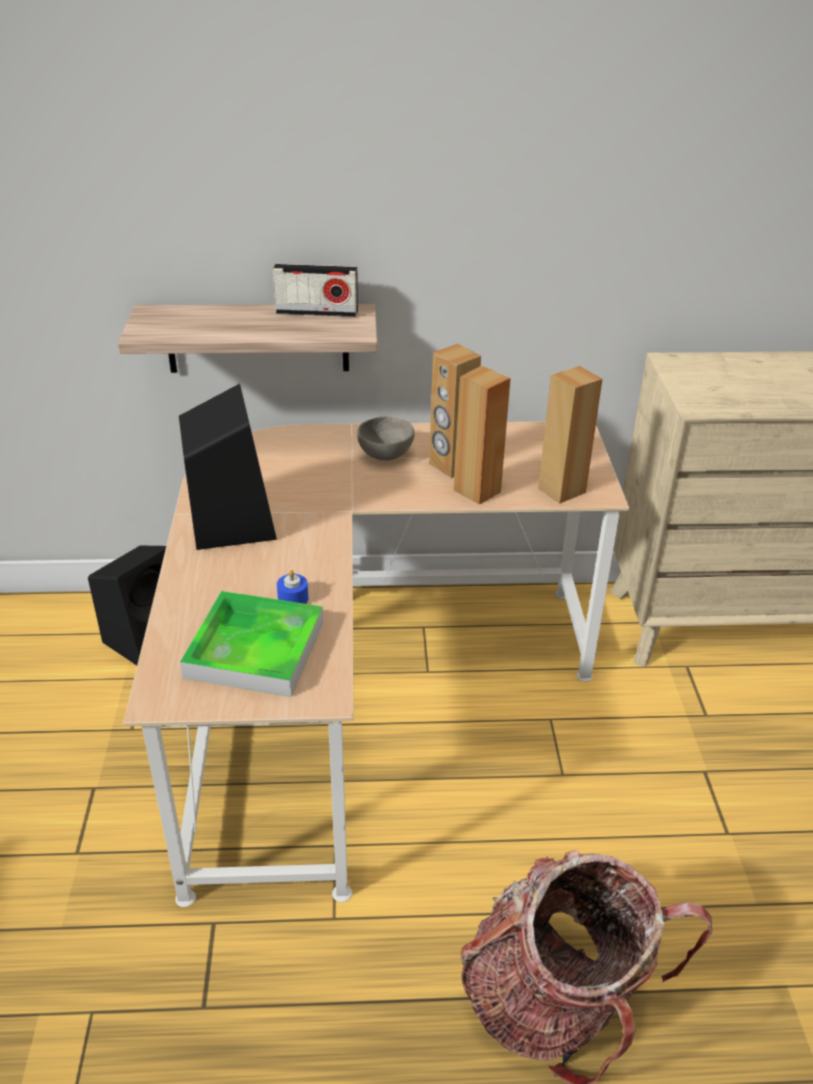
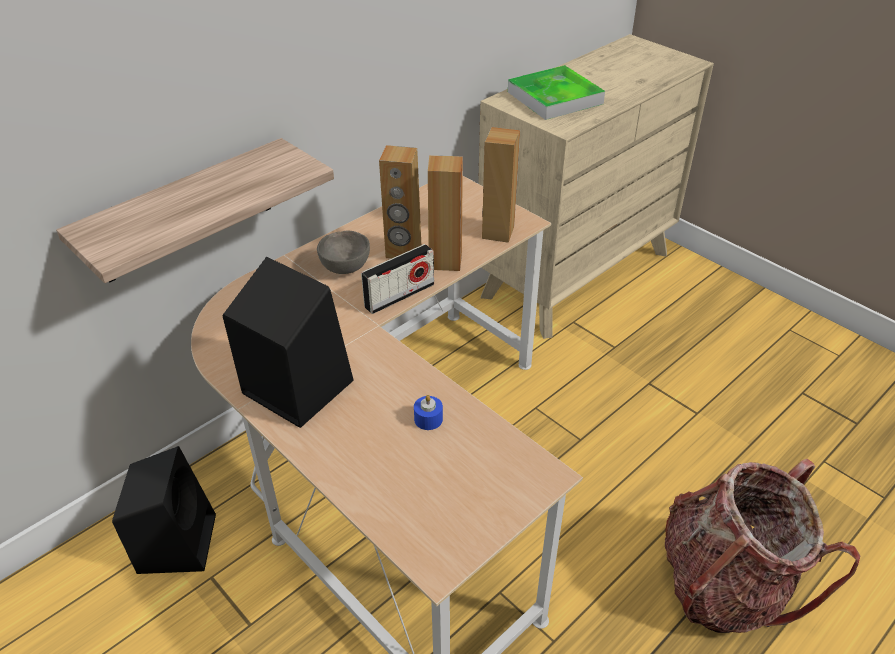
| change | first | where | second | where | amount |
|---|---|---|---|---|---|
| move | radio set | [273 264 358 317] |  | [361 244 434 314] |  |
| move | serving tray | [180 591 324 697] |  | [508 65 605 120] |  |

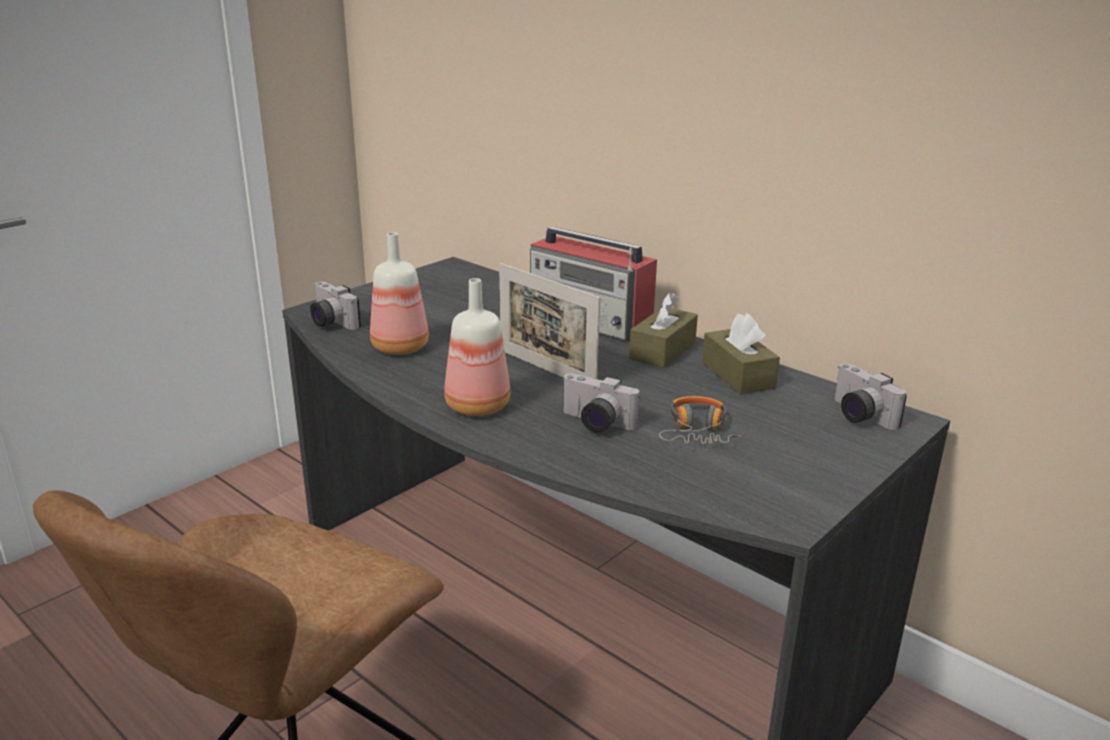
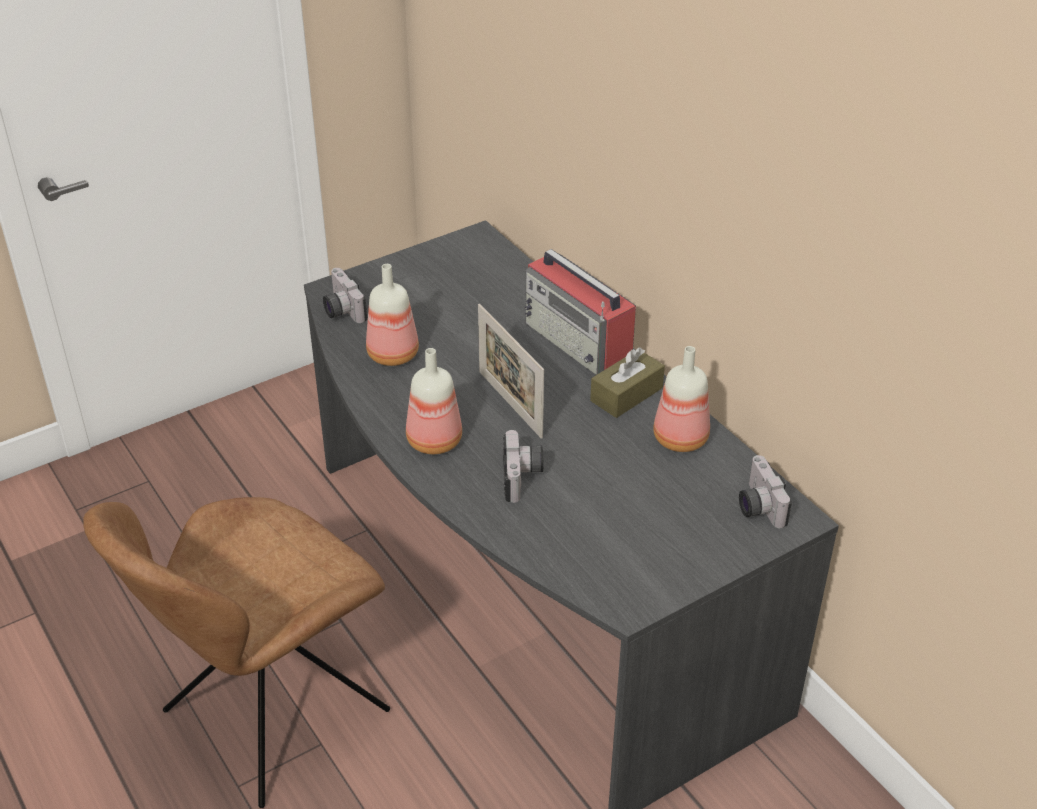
| change | first | where | second | where | amount |
|---|---|---|---|---|---|
| replace | brownish box of tissues | [702 313 780 394] | drink bottle | [653 346 710 452] |  |
| rotate | still camera | [562 373 640 433] |  | [503 430 543 503] | 135 degrees counterclockwise |
| delete | pair of headphones | [659 396 742 444] |  |  |  |

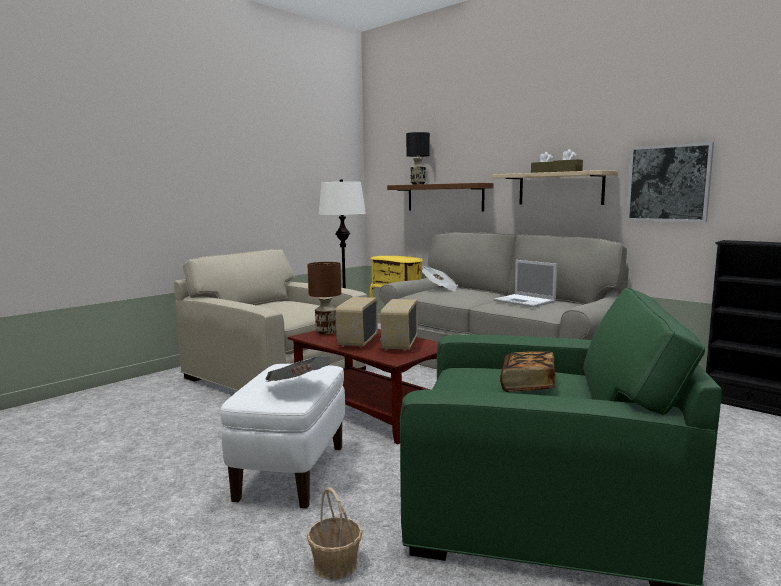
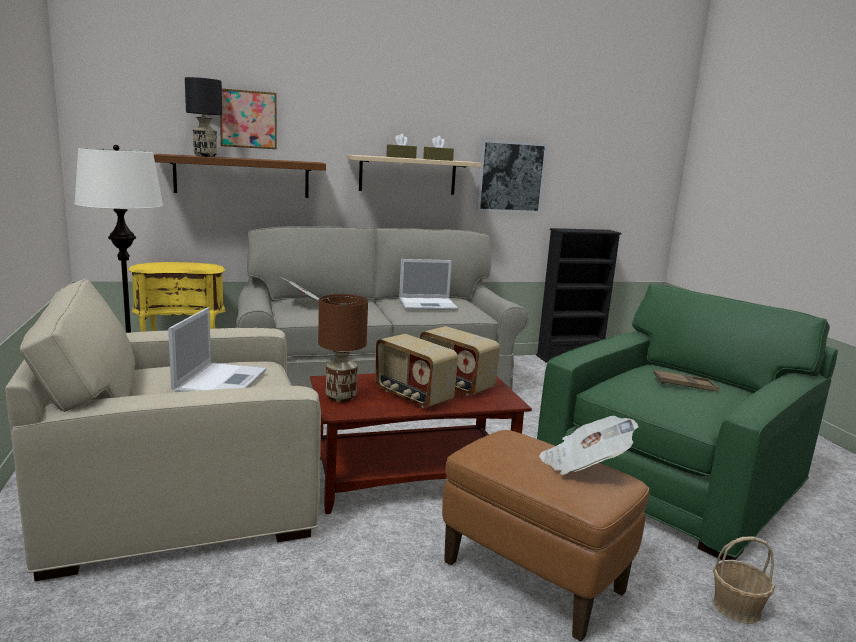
| change | first | where | second | where | amount |
|---|---|---|---|---|---|
| replace | book | [500 351 556 392] | brownish serving tray | [653 370 719 391] |  |
| recolor | white-coloured pouffe | [220 364 345 509] | brownish pouffe | [442 430 649 641] |  |
| insert |  |  | wall picture | [220 88 277 149] |  |
| insert |  |  | notebook computer | [168 307 266 392] |  |

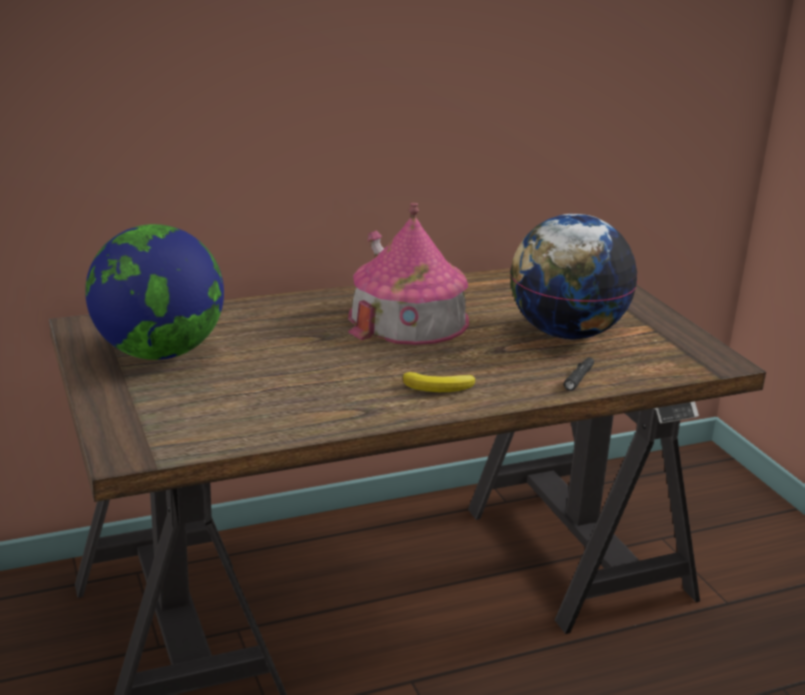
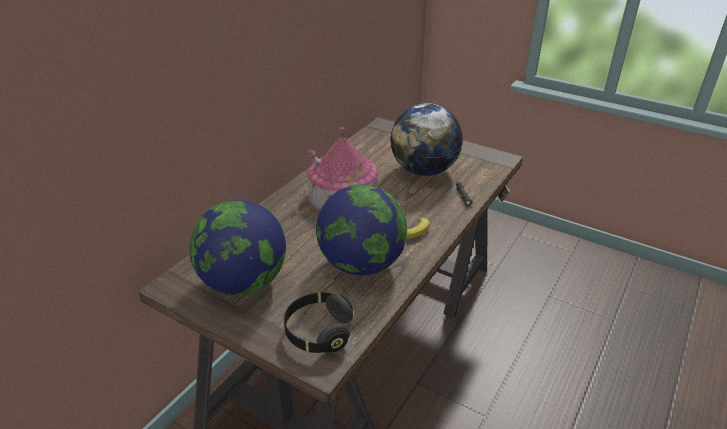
| change | first | where | second | where | amount |
|---|---|---|---|---|---|
| insert |  |  | globe | [316 184 407 276] |  |
| insert |  |  | blackish pair of headphones | [284 292 353 353] |  |

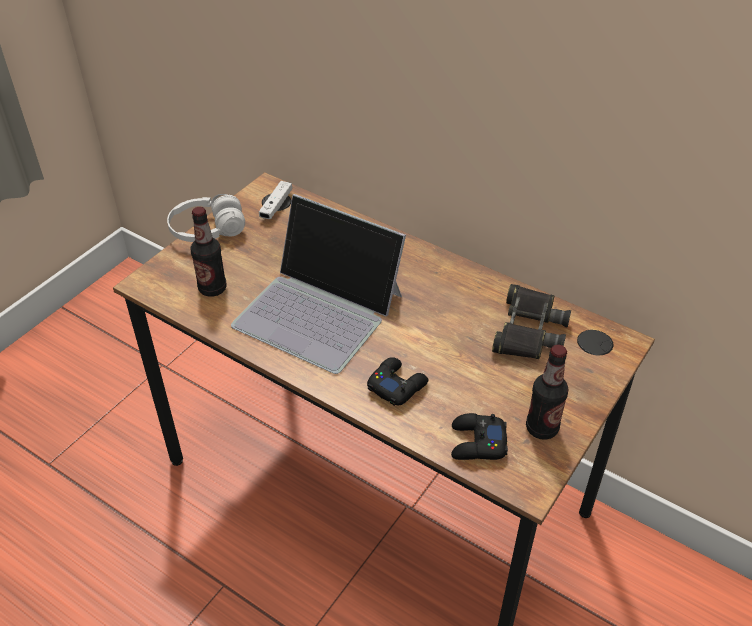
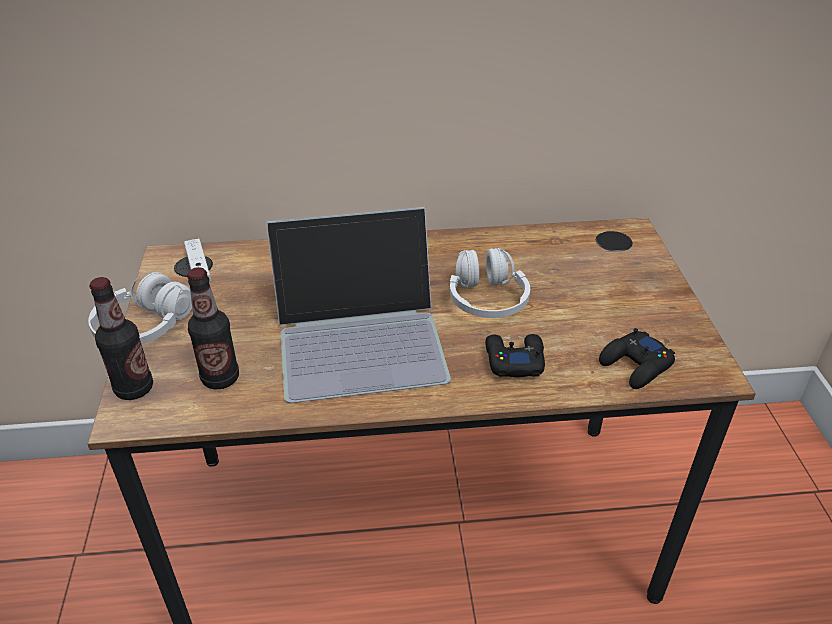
| change | first | where | second | where | amount |
|---|---|---|---|---|---|
| delete | blackish binoculars | [492 284 571 359] |  |  |  |
| move | drink bottle | [526 345 569 440] |  | [89 277 153 400] |  |
| insert |  |  | white-coloured pair of headphones | [450 248 530 318] |  |

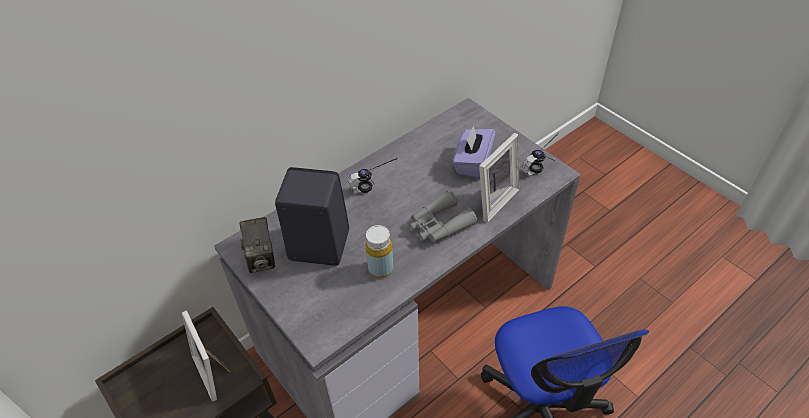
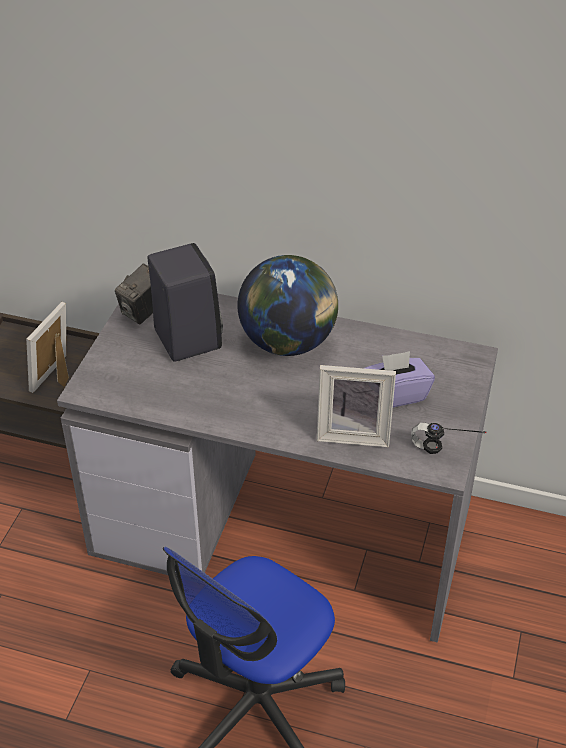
| change | first | where | second | where | amount |
|---|---|---|---|---|---|
| replace | pair of headphones | [347 158 398 193] | globe | [238 255 338 356] |  |
| delete | grey binoculars | [409 190 477 242] |  |  |  |
| delete | yellow drink bottle | [365 225 393 278] |  |  |  |

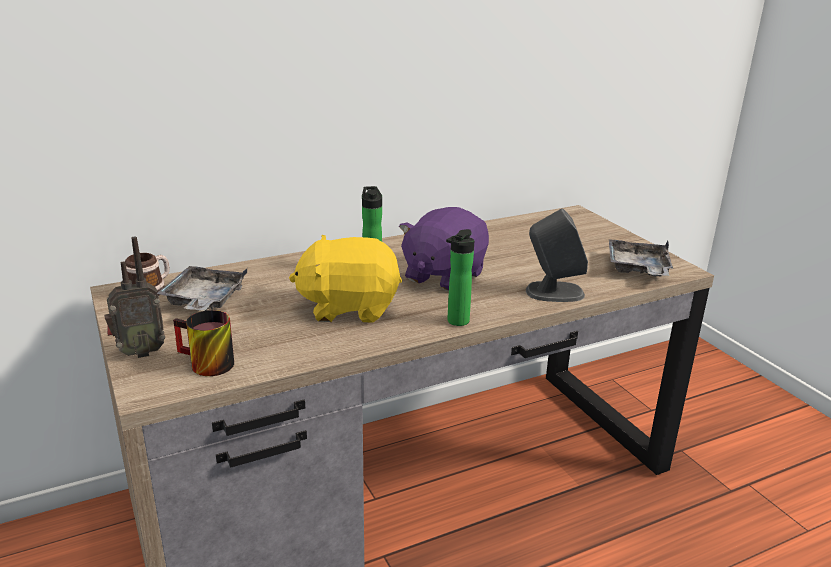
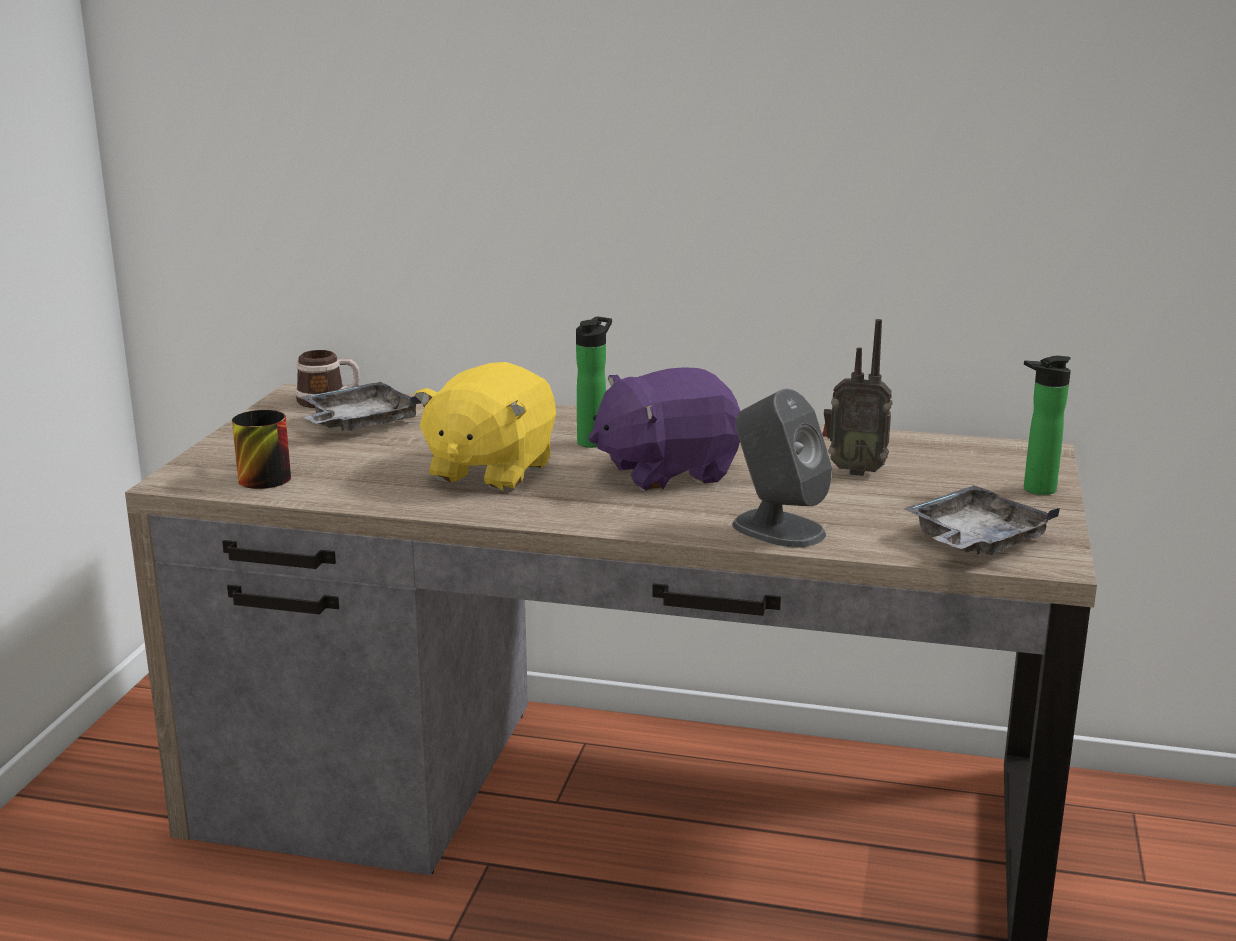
| change | first | where | second | where | amount |
|---|---|---|---|---|---|
| move | drink bottle | [446 229 474 326] |  | [1024 356 1071 495] |  |
| rotate | yellow soft toy | [289 235 402 323] |  | [414 362 556 491] | 105 degrees counterclockwise |
| move | radio set | [104 237 165 358] |  | [823 319 893 476] |  |

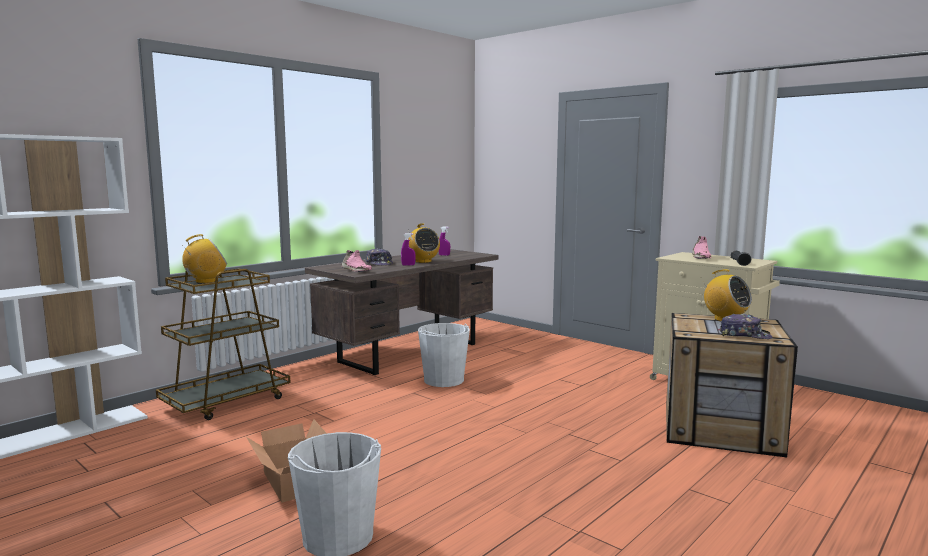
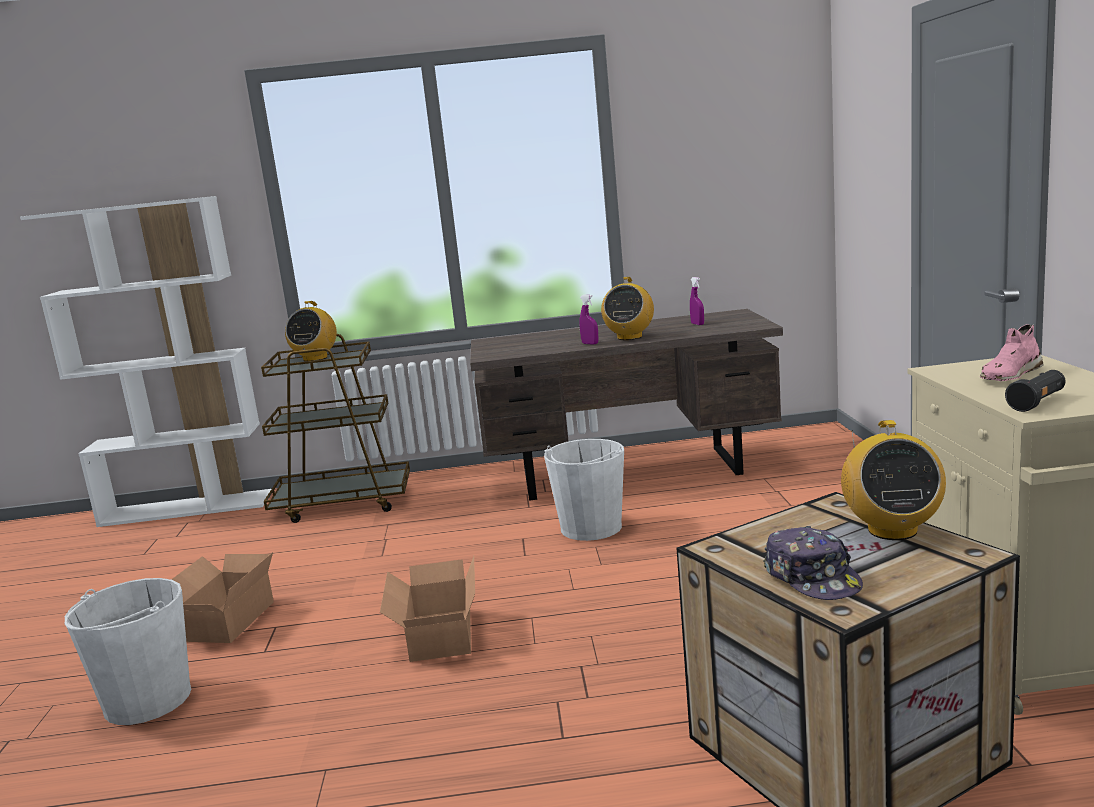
| change | first | where | second | where | amount |
|---|---|---|---|---|---|
| rotate | radio set | [182 234 227 284] |  | [285 301 337 361] | 90 degrees clockwise |
| delete | baseball cap | [366 248 393 265] |  |  |  |
| delete | pink-coloured item of footwear | [341 250 372 272] |  |  |  |
| insert |  |  | packing box | [380 556 475 662] |  |

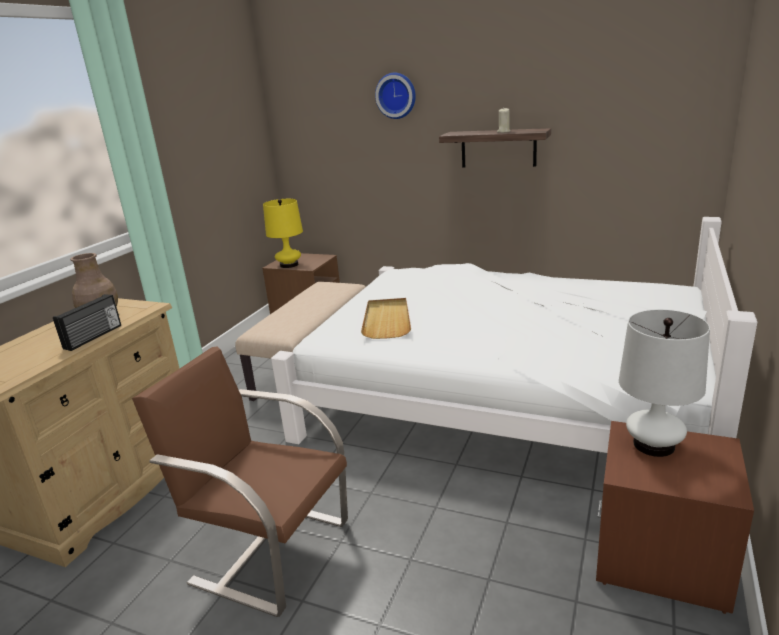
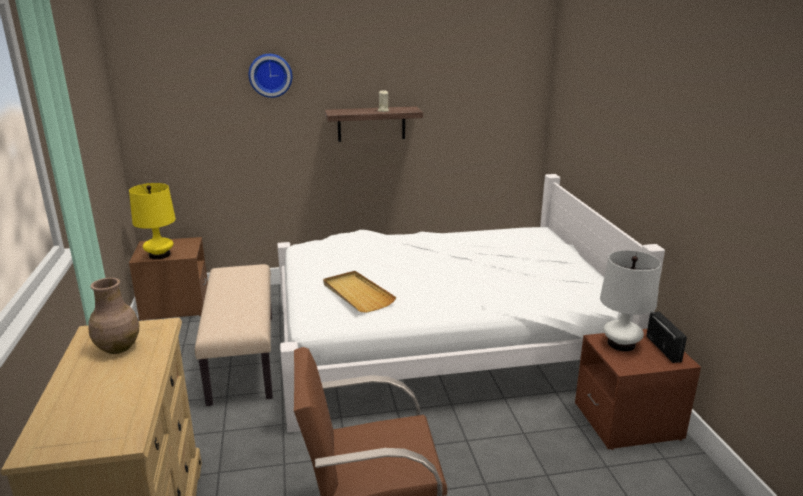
| change | first | where | second | where | amount |
|---|---|---|---|---|---|
| move | radio set | [53 294 121 351] |  | [646 312 687 363] |  |

